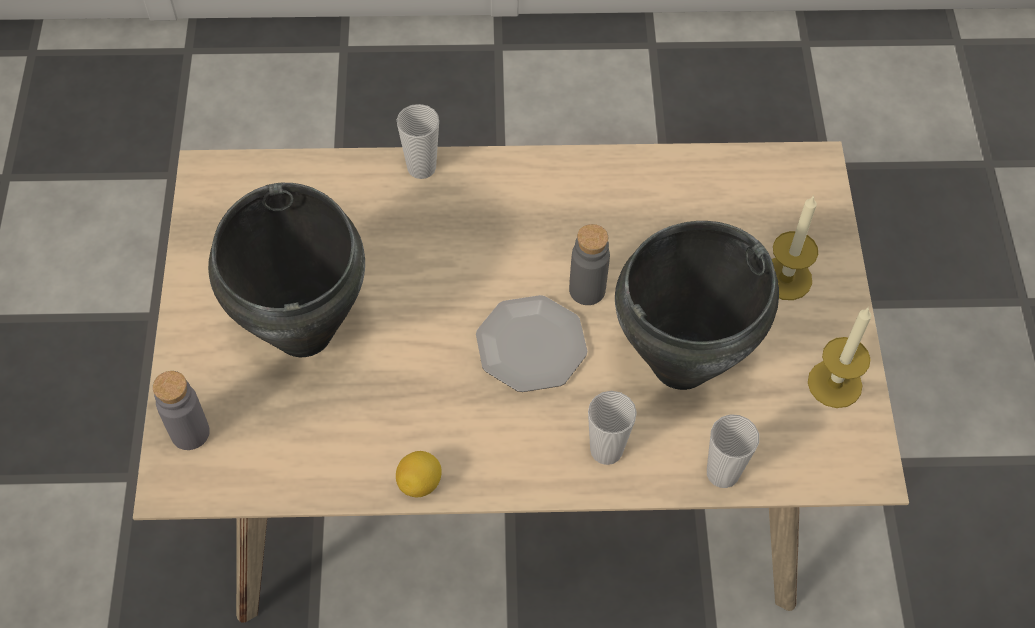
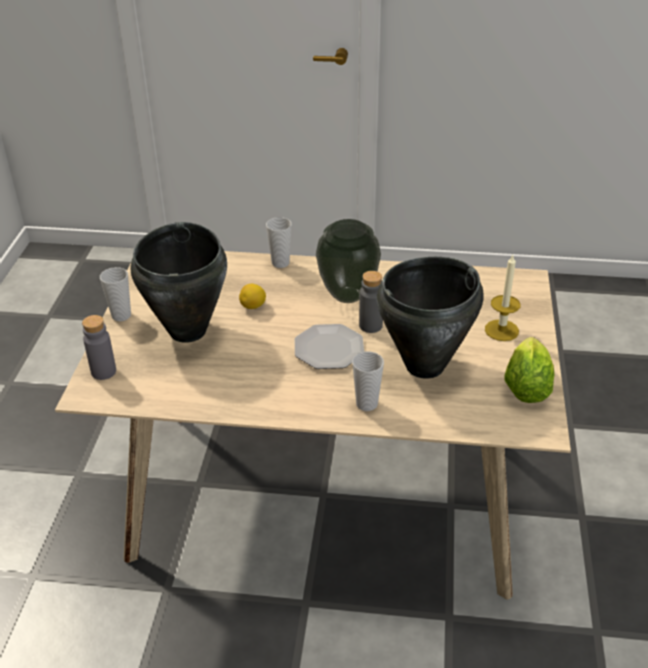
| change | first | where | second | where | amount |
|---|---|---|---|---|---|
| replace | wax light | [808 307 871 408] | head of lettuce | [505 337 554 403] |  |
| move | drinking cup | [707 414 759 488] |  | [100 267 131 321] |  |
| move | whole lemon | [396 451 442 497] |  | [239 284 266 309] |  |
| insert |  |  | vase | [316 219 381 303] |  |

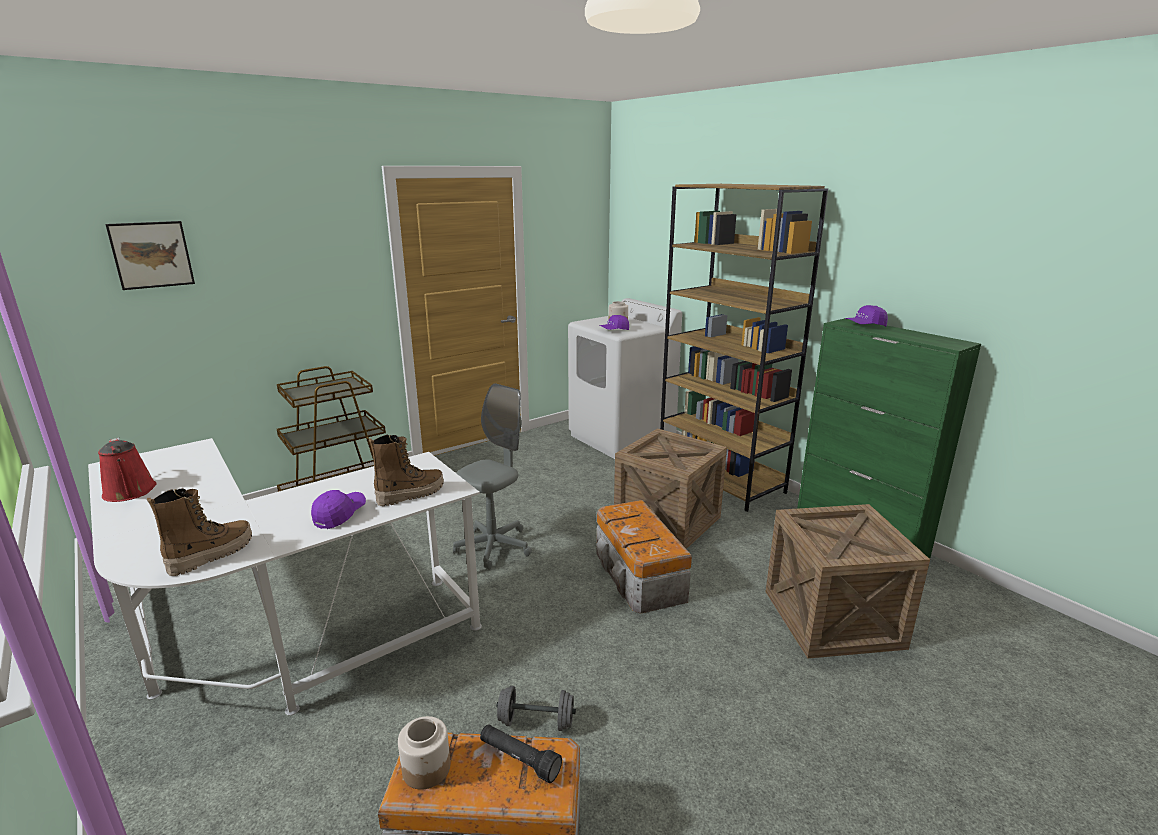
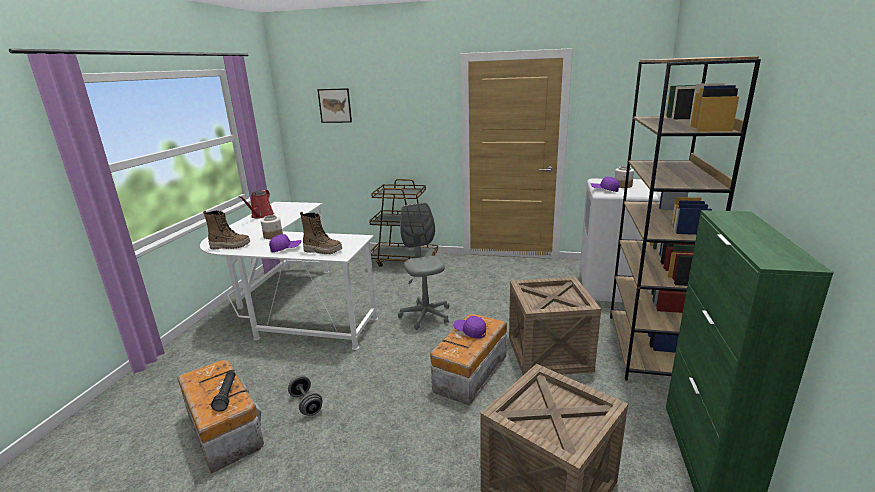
| change | first | where | second | where | amount |
|---|---|---|---|---|---|
| move | purple baseball cap | [845 305 888 327] |  | [454 316 486 339] |  |
| rotate | grey computer chair | [453 383 532 570] |  | [398 203 449 330] | 105 degrees counterclockwise |
| move | storage jar | [398 716 450 790] |  | [261 215 283 239] |  |

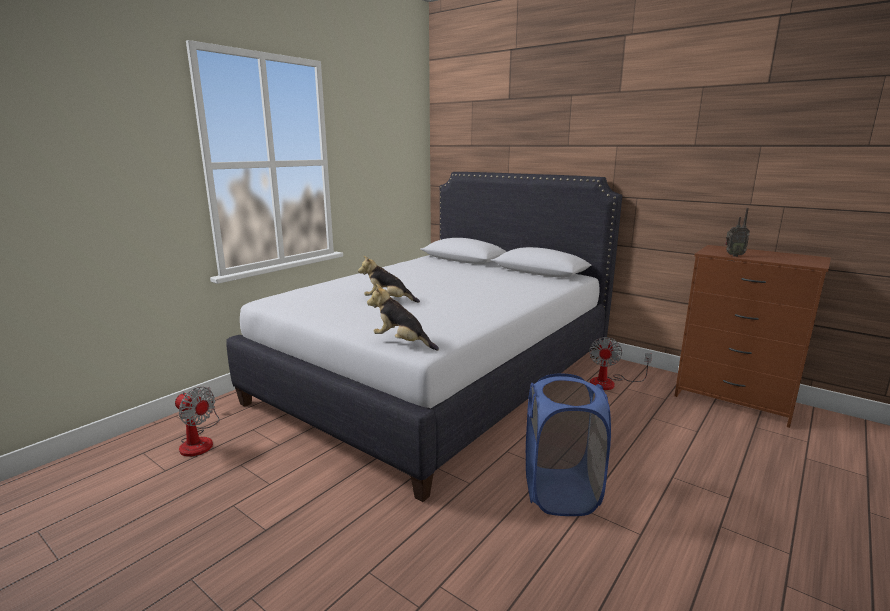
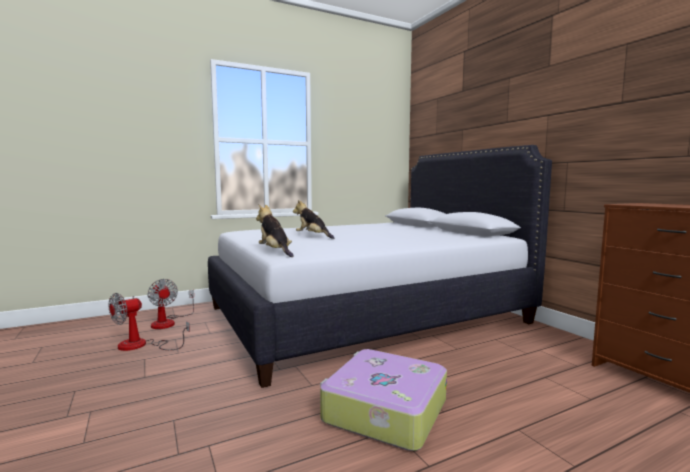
| change | first | where | second | where | amount |
|---|---|---|---|---|---|
| delete | radio set | [725 208 750 257] |  |  |  |
| move | cooling fan | [589 337 652 390] |  | [109 293 190 351] |  |
| replace | bluish washing basket | [526 373 611 516] | travel case | [320 349 447 451] |  |

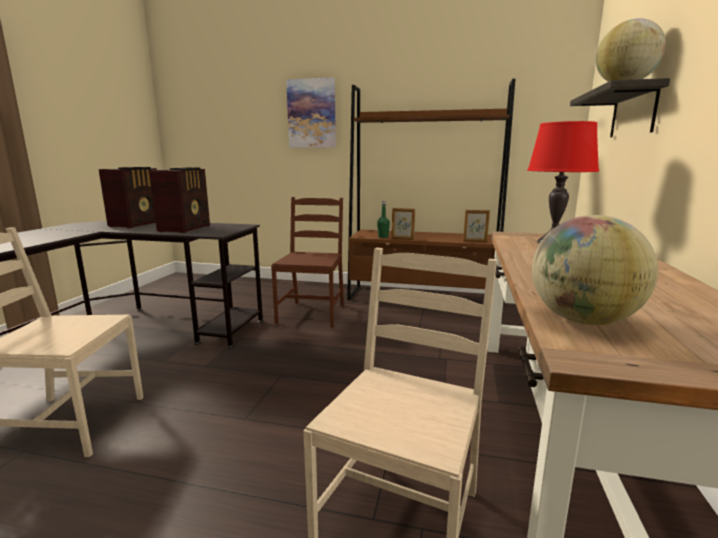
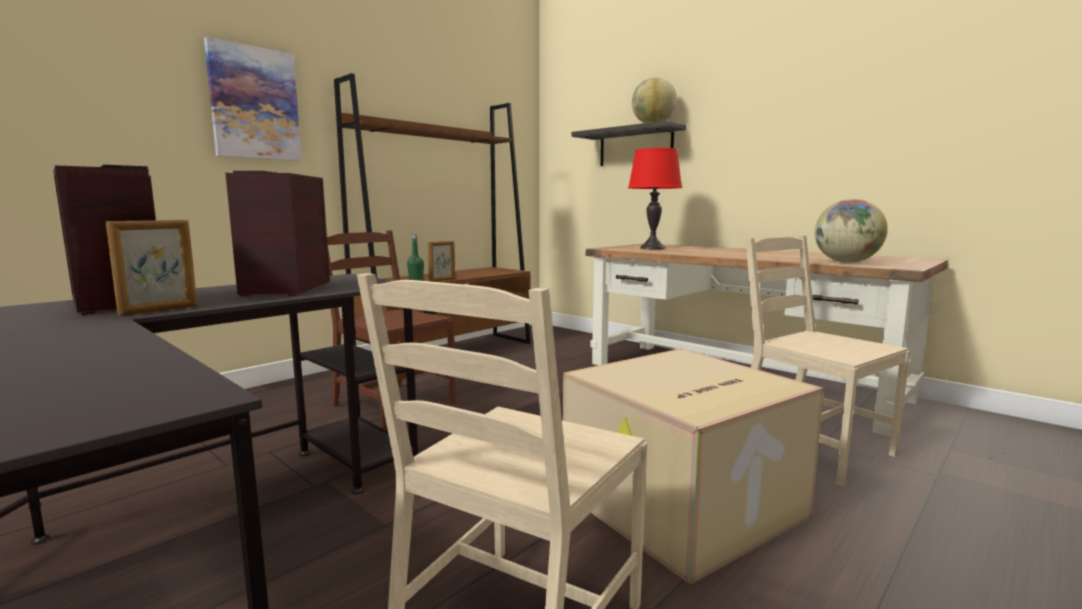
| change | first | where | second | where | amount |
|---|---|---|---|---|---|
| rotate | radio set | [149 168 210 233] |  | [225 171 330 296] | 135 degrees counterclockwise |
| move | photo frame | [463 210 490 242] |  | [106 220 197 316] |  |
| insert |  |  | packing box | [563 348 824 585] |  |

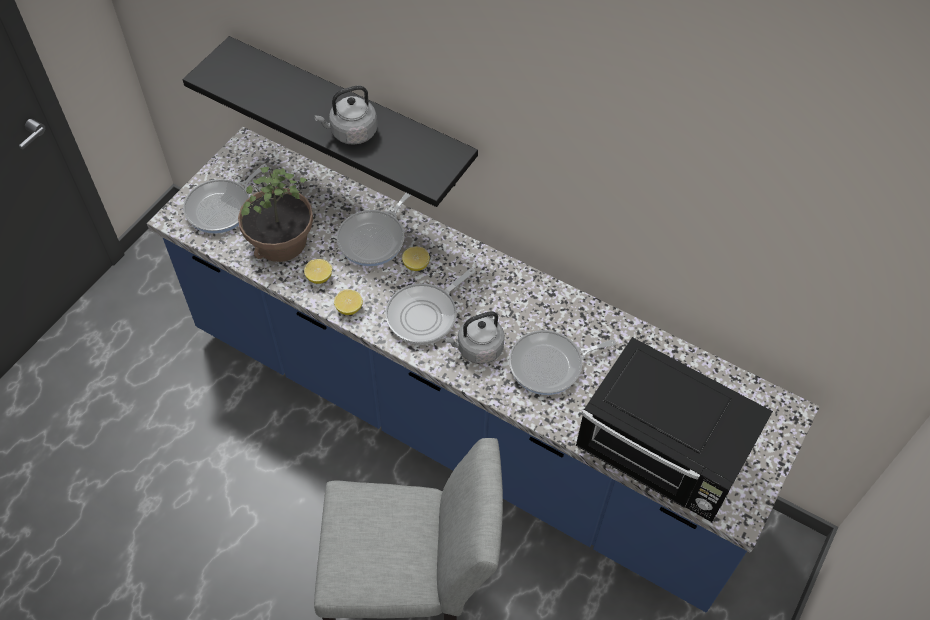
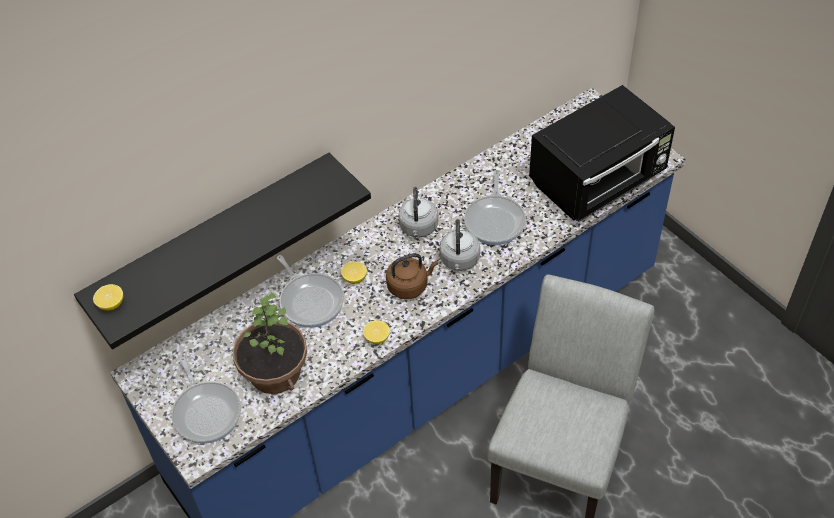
| change | first | where | second | where | amount |
|---|---|---|---|---|---|
| move | grey kettle | [314 86 377 145] |  | [398 187 438 238] |  |
| move | whole lemon | [304 259 332 284] |  | [93 284 124 311] |  |
| replace | skillet | [386 268 475 345] | brownish kettle | [386 253 438 299] |  |

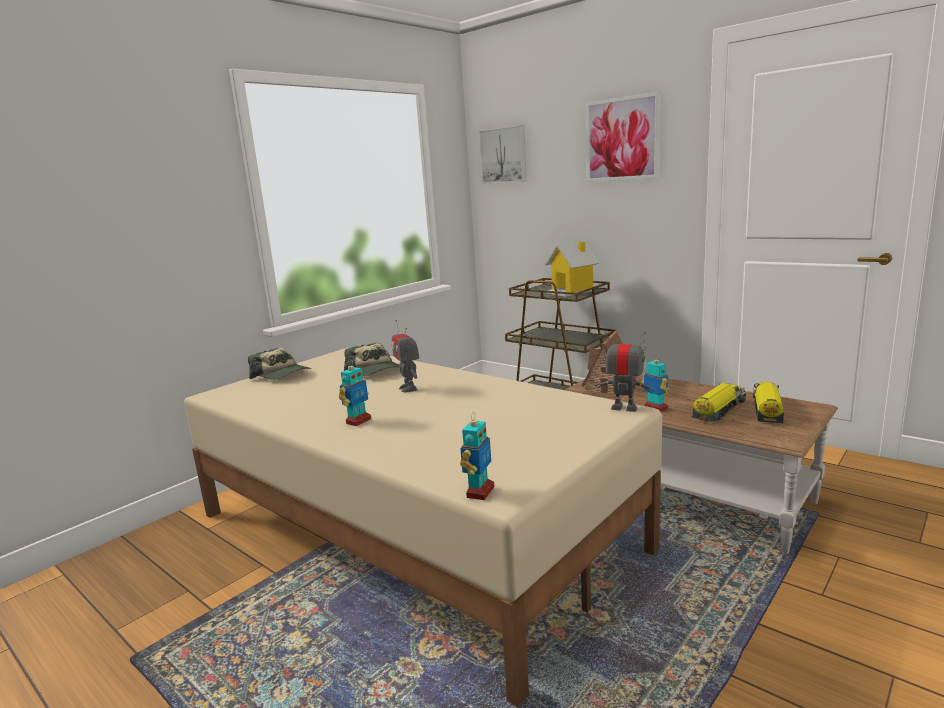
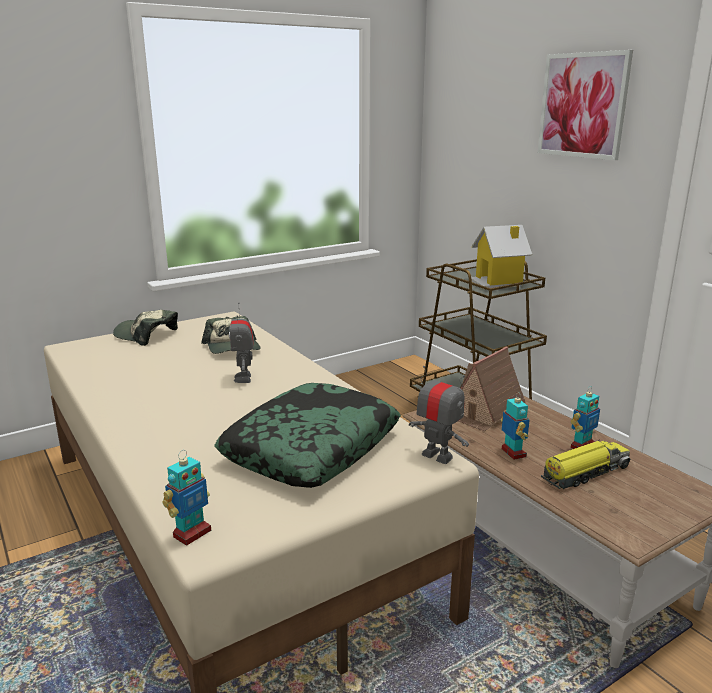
| change | first | where | second | where | amount |
|---|---|---|---|---|---|
| delete | wall picture | [479 125 527 184] |  |  |  |
| rotate | baseball cap | [248 348 311 380] |  | [113 310 178 346] | 150 degrees clockwise |
| move | toy robot | [339 361 371 426] |  | [571 386 600 449] |  |
| delete | toy truck | [753 382 784 424] |  |  |  |
| insert |  |  | throw pillow | [214 383 401 488] |  |

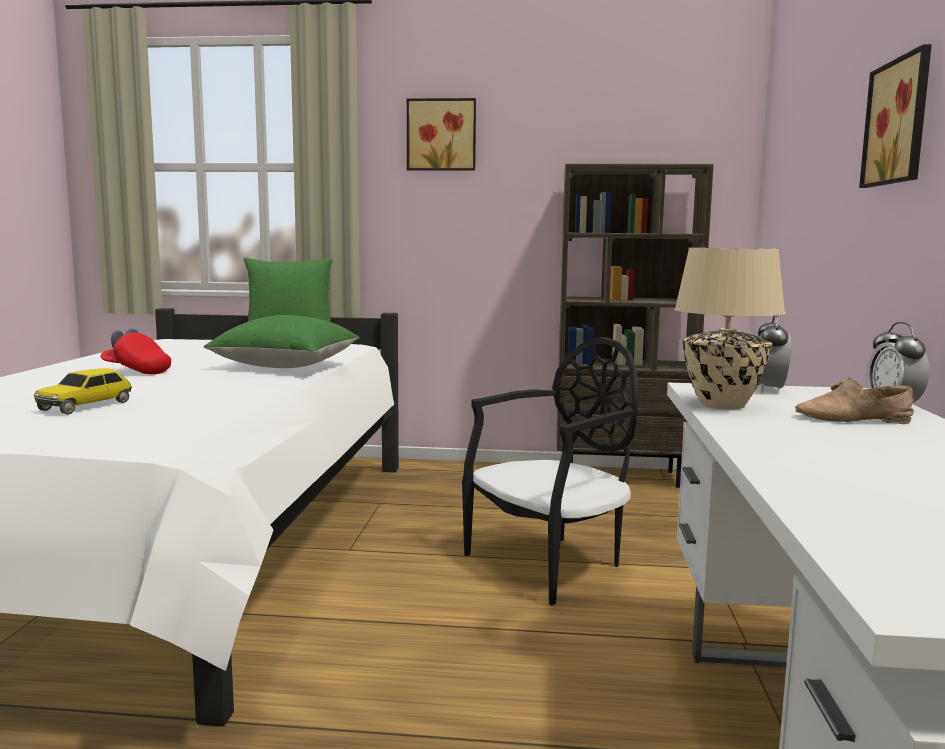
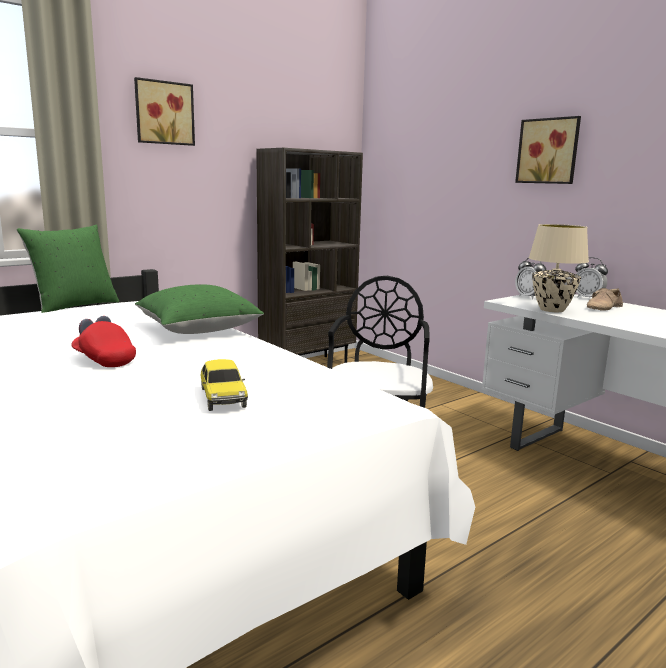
| change | first | where | second | where | amount |
|---|---|---|---|---|---|
| rotate | reddish baseball cap | [100 328 171 374] |  | [71 316 136 367] | 60 degrees clockwise |

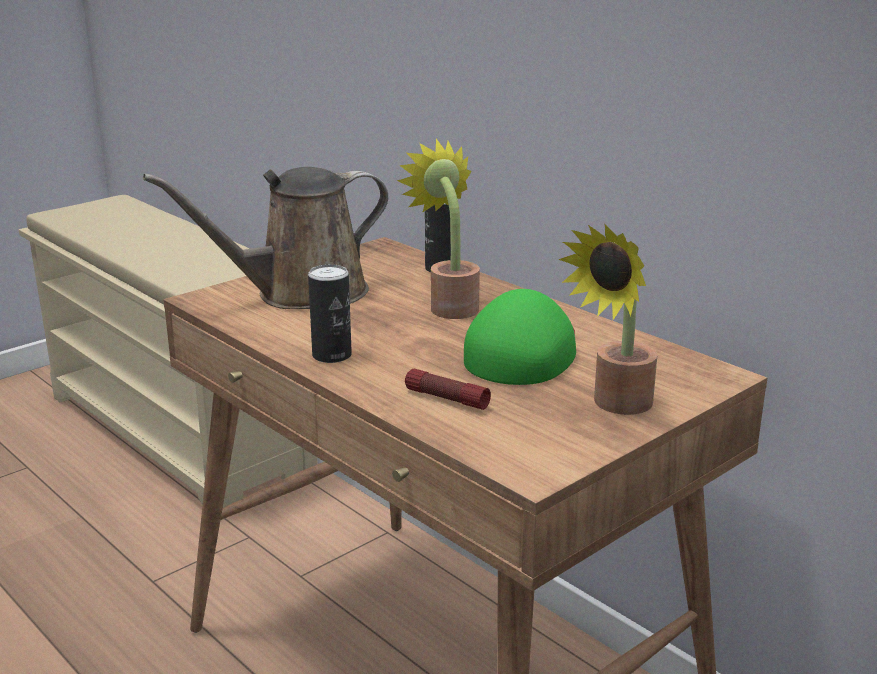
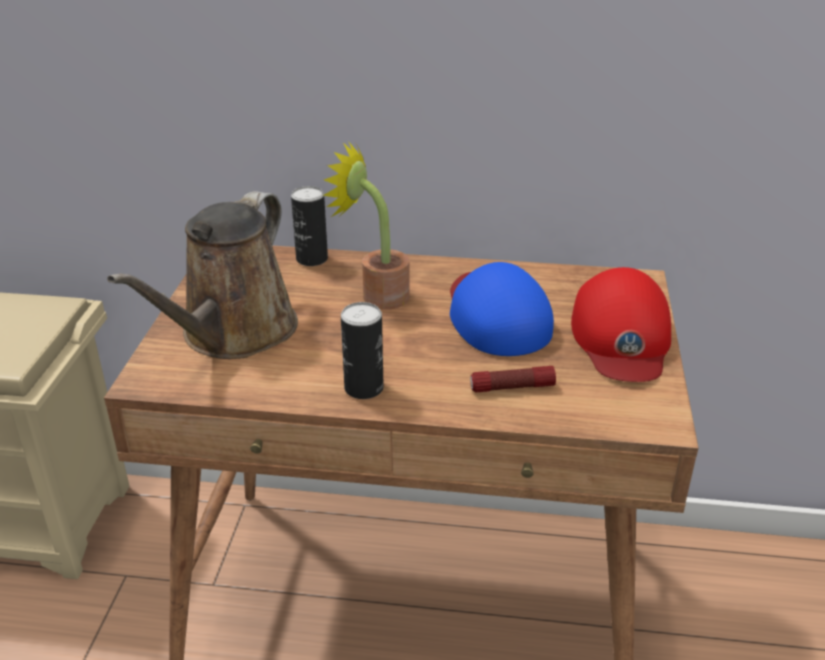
| change | first | where | second | where | amount |
|---|---|---|---|---|---|
| replace | plant in a pot | [558 224 658 415] | reddish baseball cap | [571 267 671 382] |  |
| recolor | greenish baseball cap | [464 289 576 385] | bluish baseball cap | [450 262 554 356] |  |

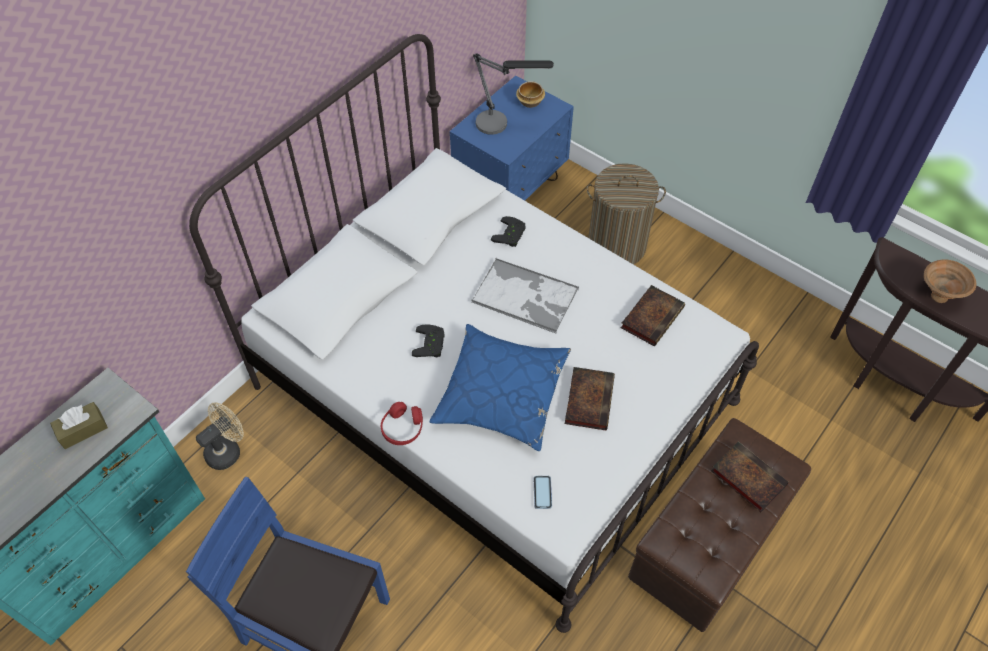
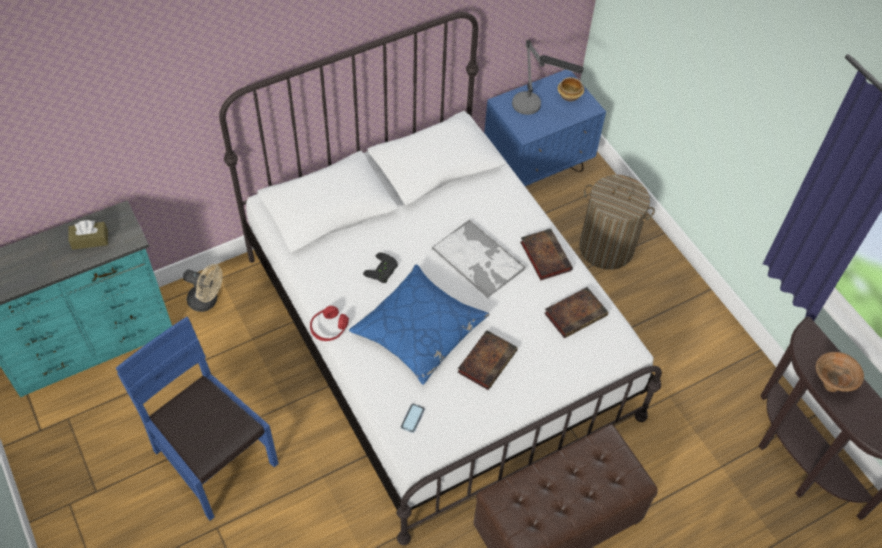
| change | first | where | second | where | amount |
|---|---|---|---|---|---|
| delete | blackish gamepad | [491 216 526 247] |  |  |  |
| rotate | beige-coloured cooling fan | [196 402 244 470] |  | [183 264 223 312] | 45 degrees clockwise |
| move | book | [711 441 789 512] |  | [520 229 573 280] |  |

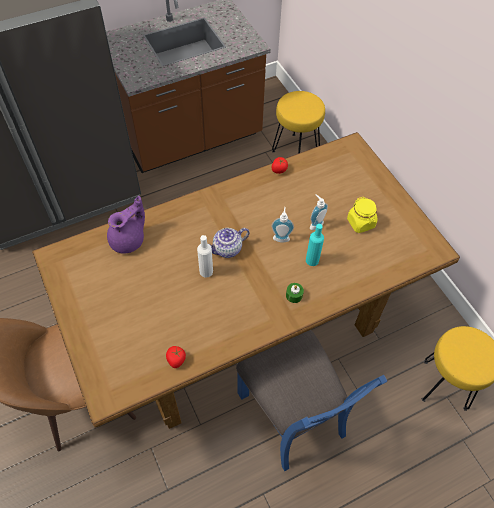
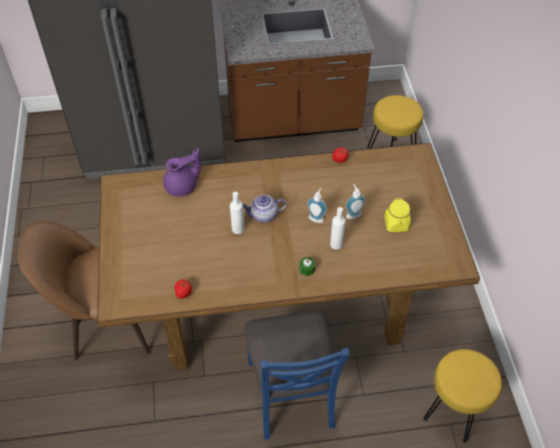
| change | first | where | second | where | amount |
|---|---|---|---|---|---|
| recolor | turquoise drink bottle | [306 224 324 266] | white-coloured drink bottle | [330 207 346 250] |  |

